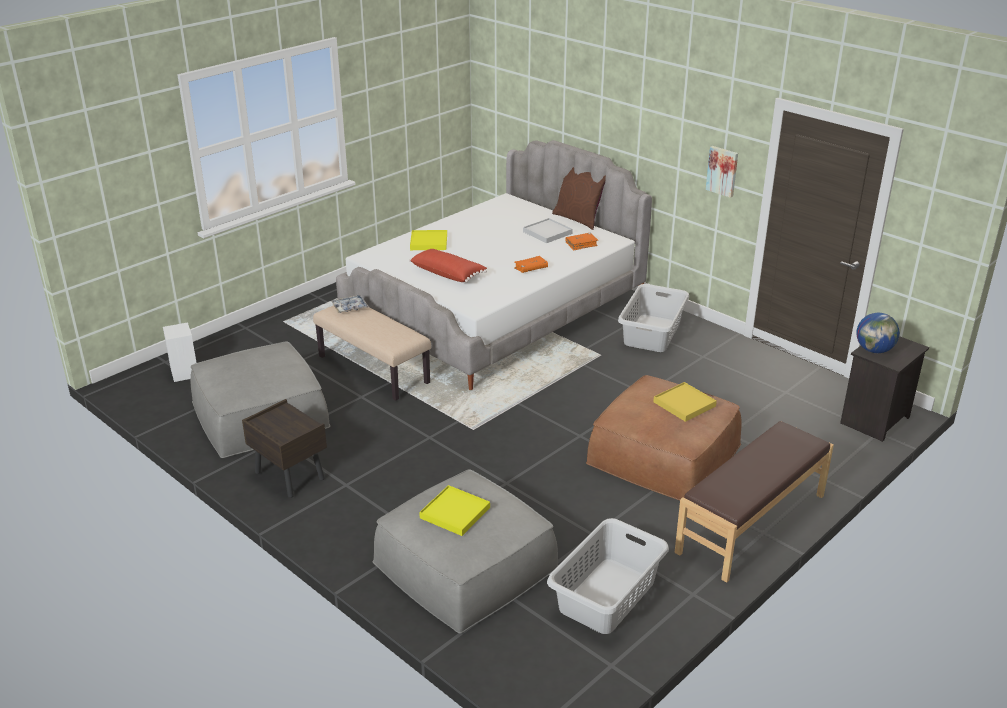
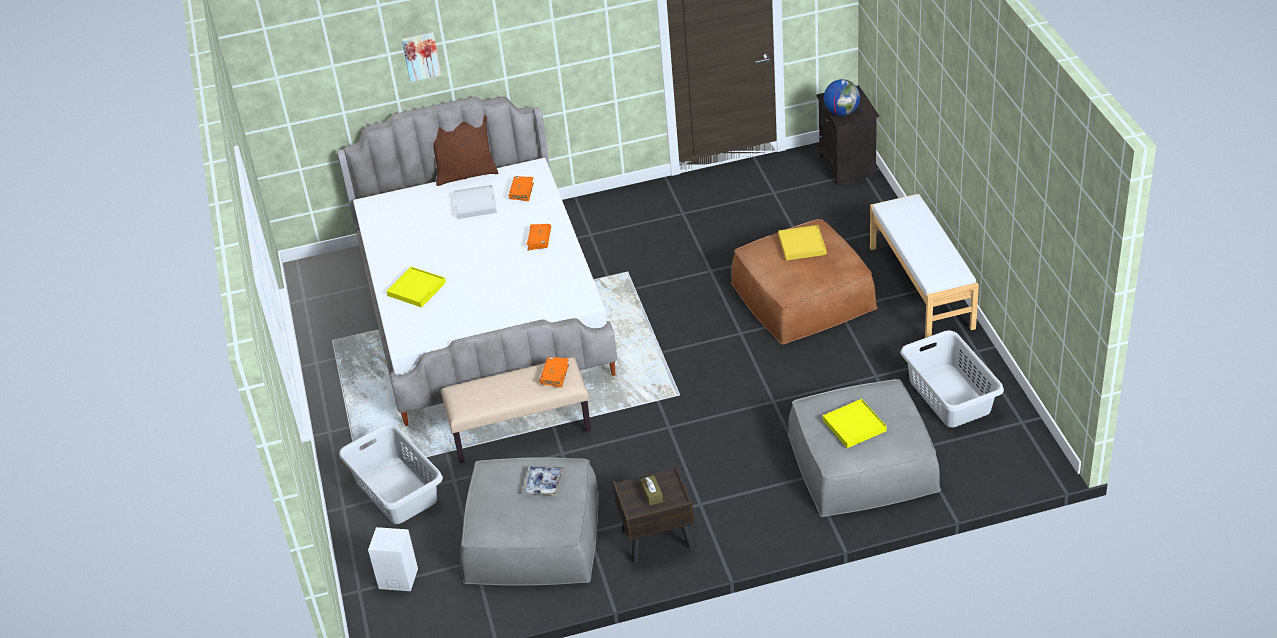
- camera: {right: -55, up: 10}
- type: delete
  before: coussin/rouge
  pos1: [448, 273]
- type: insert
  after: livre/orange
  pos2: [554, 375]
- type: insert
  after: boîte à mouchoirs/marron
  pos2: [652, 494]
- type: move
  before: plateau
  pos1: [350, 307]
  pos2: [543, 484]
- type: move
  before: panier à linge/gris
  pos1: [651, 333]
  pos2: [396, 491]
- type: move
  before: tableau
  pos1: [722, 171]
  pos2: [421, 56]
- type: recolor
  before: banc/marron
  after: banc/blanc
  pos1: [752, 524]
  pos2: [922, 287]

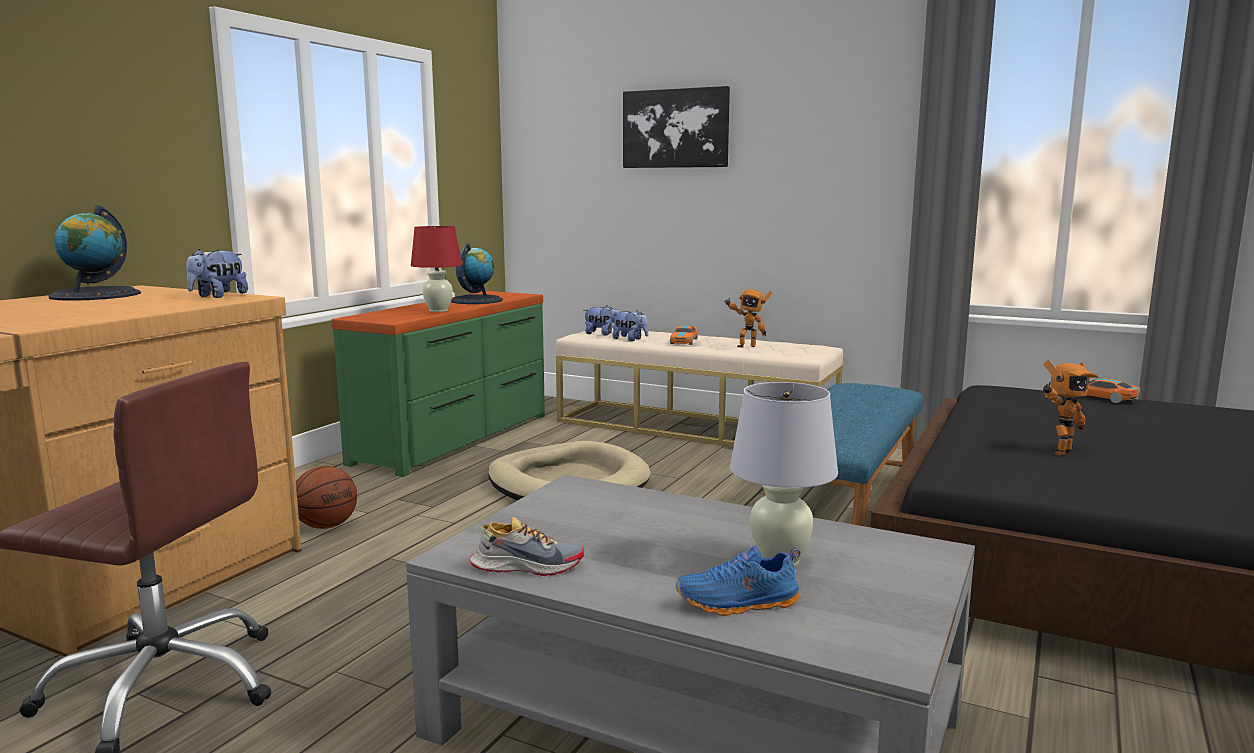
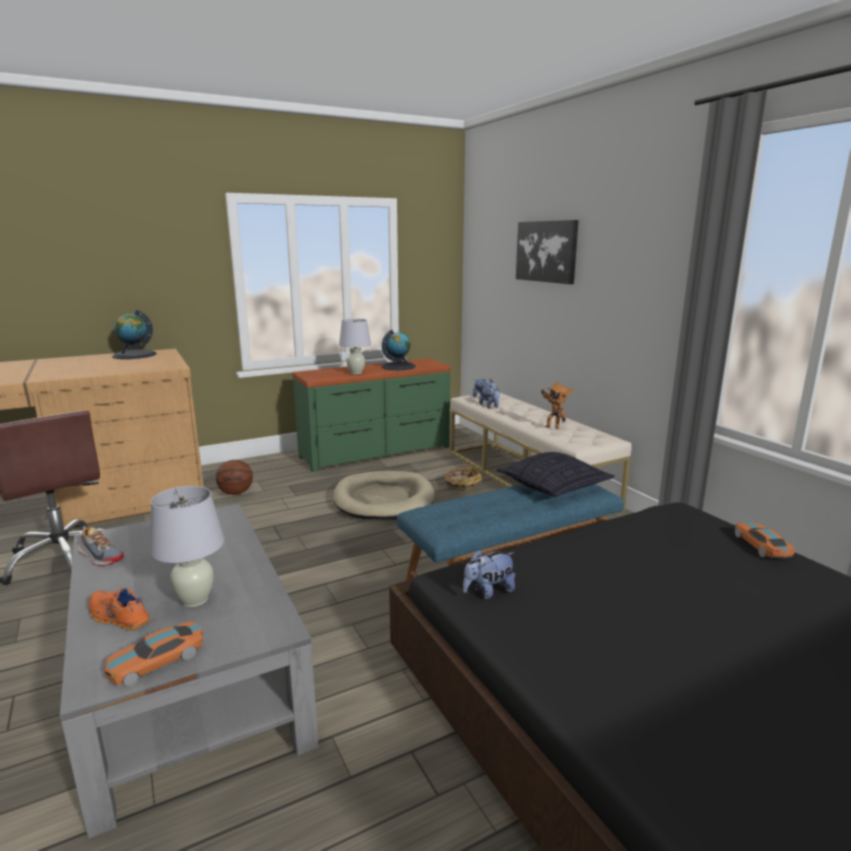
- camera: {right: 35, up: 5}
- type: delete
  before: robot jouet
  pos1: [1058, 451]
- type: insert
  after: panier
  pos2: [462, 485]
- type: insert
  after: coussin
  pos2: [553, 487]
- type: move
  before: peluche
  pos1: [218, 296]
  pos2: [488, 592]
- type: move
  before: petite voiture
  pos1: [684, 341]
  pos2: [156, 661]
- type: recolor
  before: lampe de table/rouge
  after: lampe de table/blanc
  pos1: [438, 310]
  pos2: [355, 373]
- type: recolor
  before: chaussure/bleu
  after: chaussure/orange
  pos1: [738, 604]
  pos2: [118, 618]

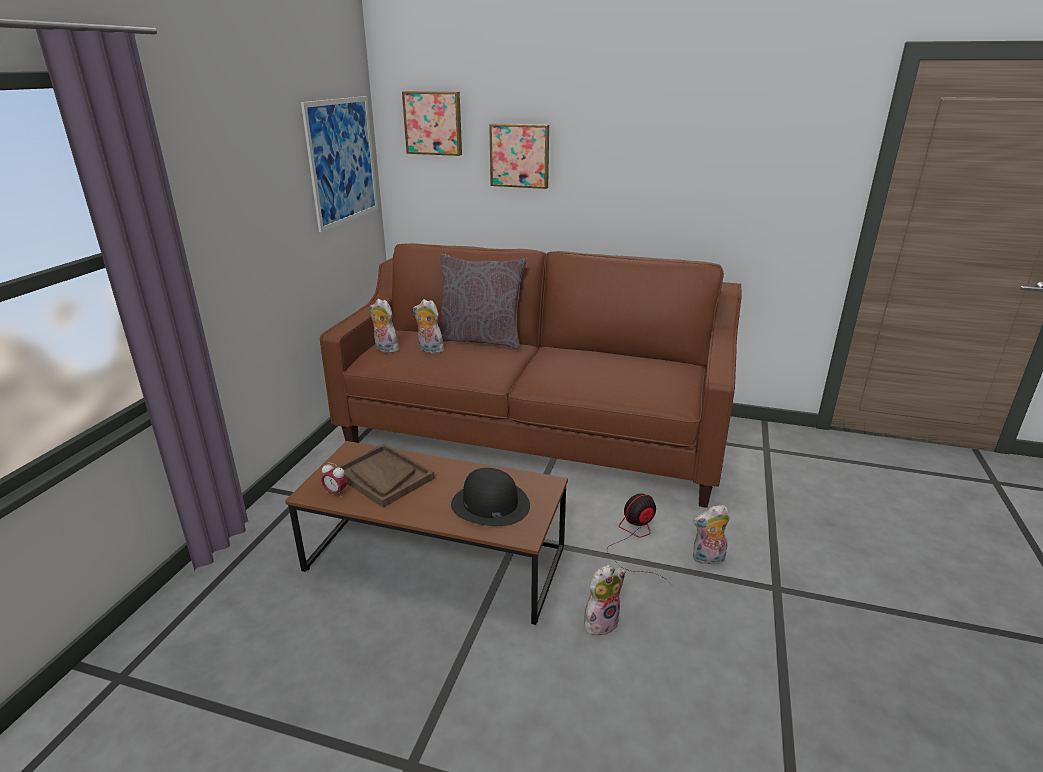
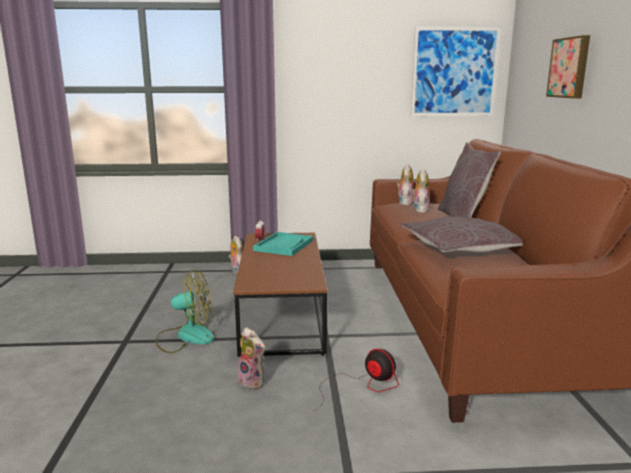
- camera: {right: 70, up: -10}
- type: delete
  before: tableau
  pos1: [433, 123]
- type: delete
  before: chapeau/noir
  pos1: [490, 504]
- type: insert
  after: ventilateur
  pos2: [186, 336]
- type: insert
  after: coussin/gris
  pos2: [461, 247]
- type: move
  before: peluche
  pos1: [708, 559]
  pos2: [237, 271]
- type: recolor
  before: plateau/marron
  after: plateau/turquoise
  pos1: [383, 476]
  pos2: [284, 245]

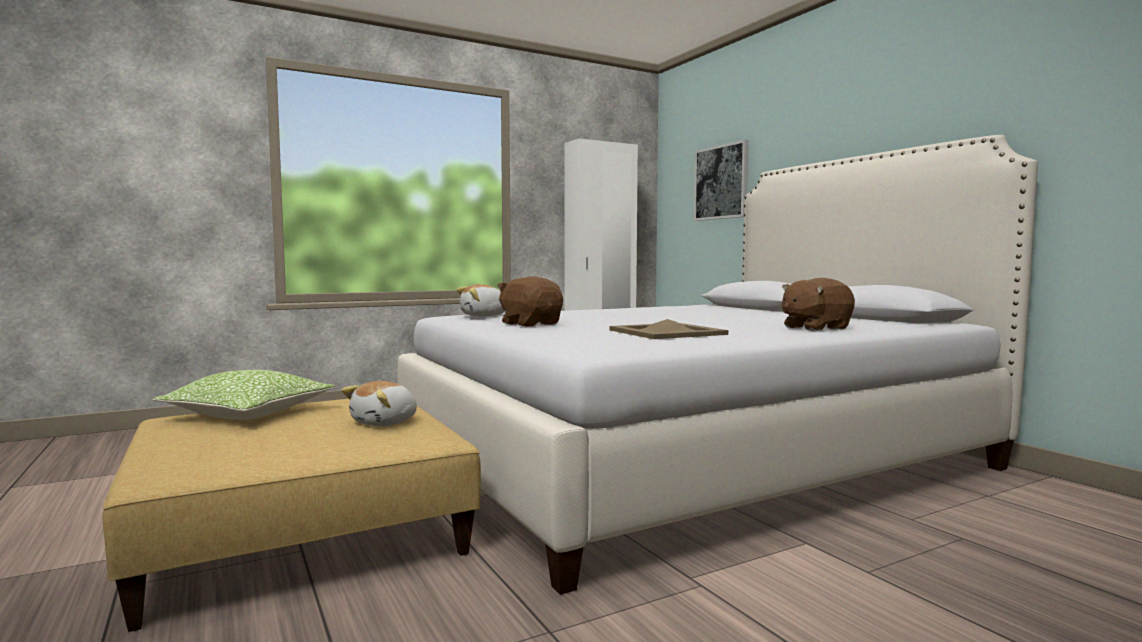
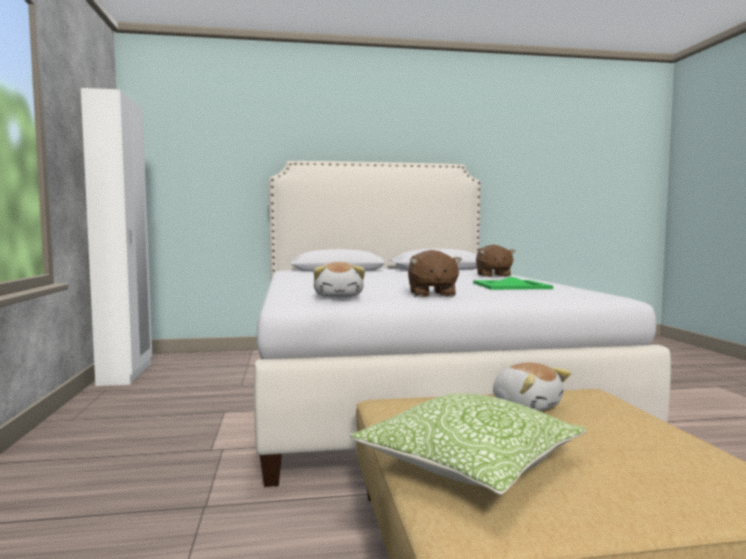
- camera: {right: -70, up: 0}
- type: delete
  before: tableau
  pos1: [721, 182]
- type: recolor
  before: plateau/beige
  after: plateau/vert
  pos1: [666, 332]
  pos2: [511, 286]
- type: rotate
  before: peluche/marron
  pos1: [531, 324]
  pos2: [431, 294]
  turn: -75

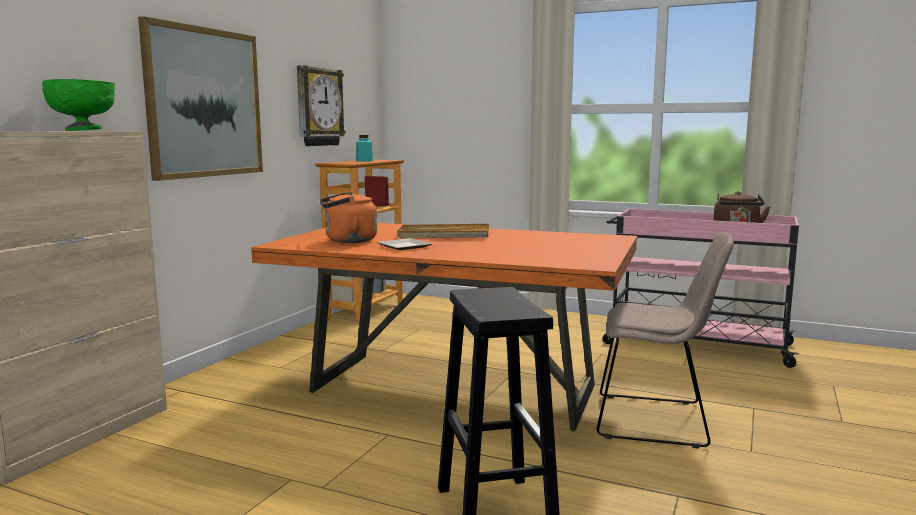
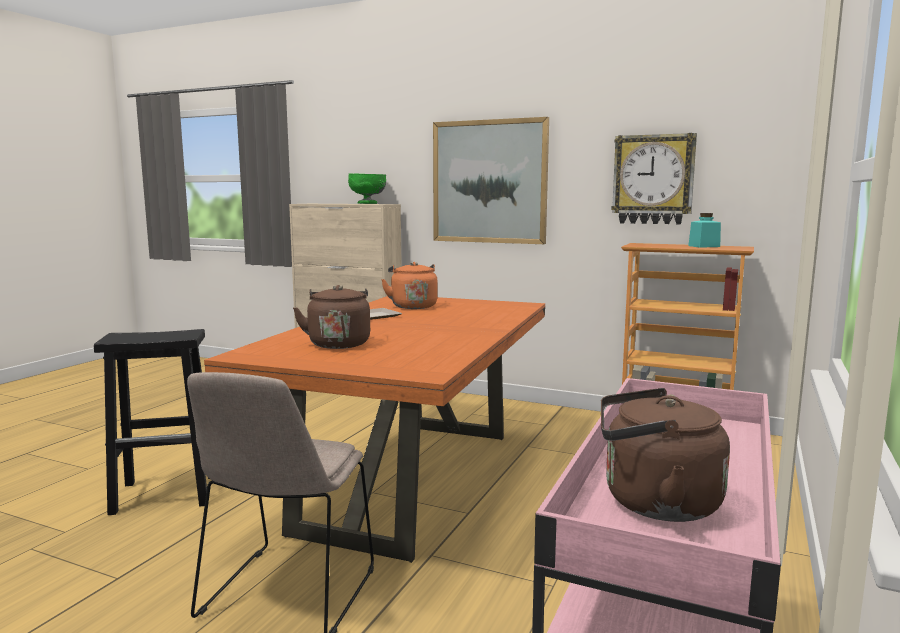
- camera: {right: 90, up: 0}
- type: delete
  before: plateau/beige
  pos1: [443, 235]
- type: insert
  after: bouilloire/marron
  pos2: [338, 343]

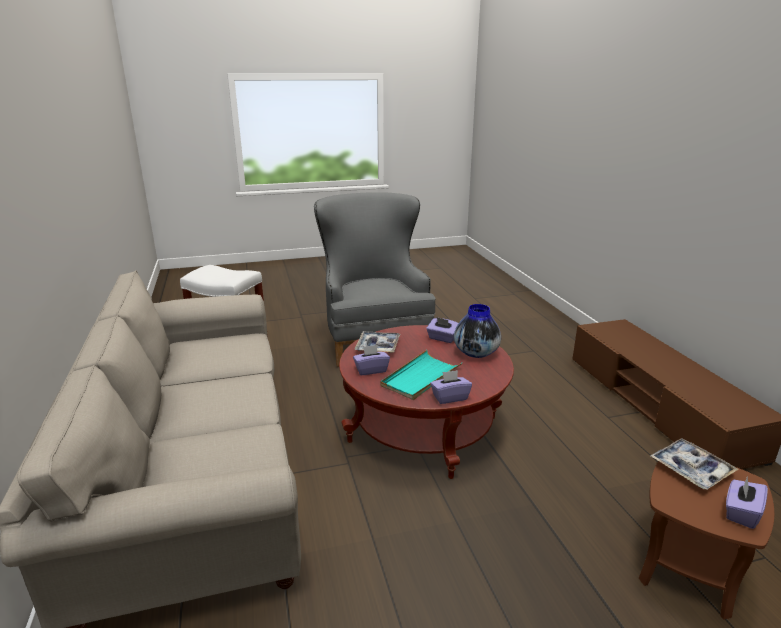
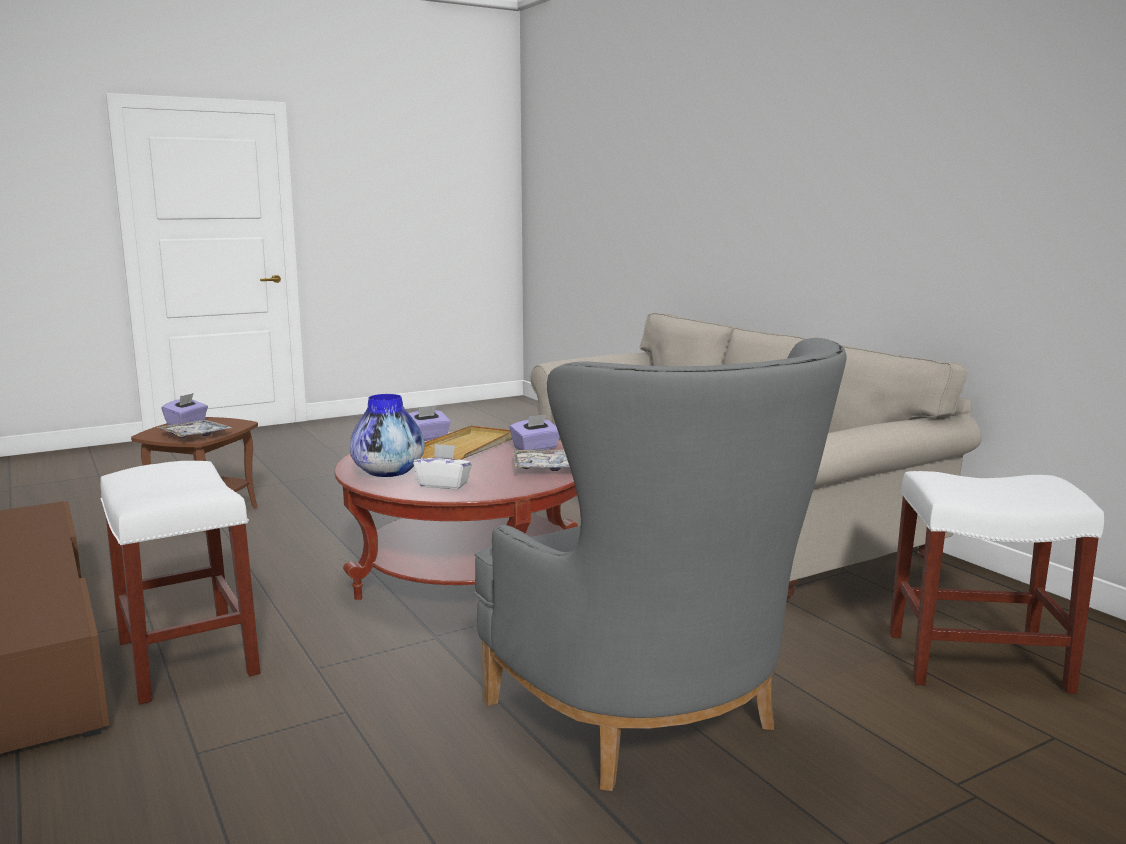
- camera: {right: 165, up: -10}
- type: insert
  after: tabouret/blanc
  pos2: [186, 656]
- type: recolor
  before: plateau/turquoise
  after: plateau/beige
  pos1: [420, 377]
  pos2: [466, 447]
- type: recolor
  before: boîte à mouchoirs/violet
  after: boîte à mouchoirs/blanc
  pos1: [442, 338]
  pos2: [444, 484]

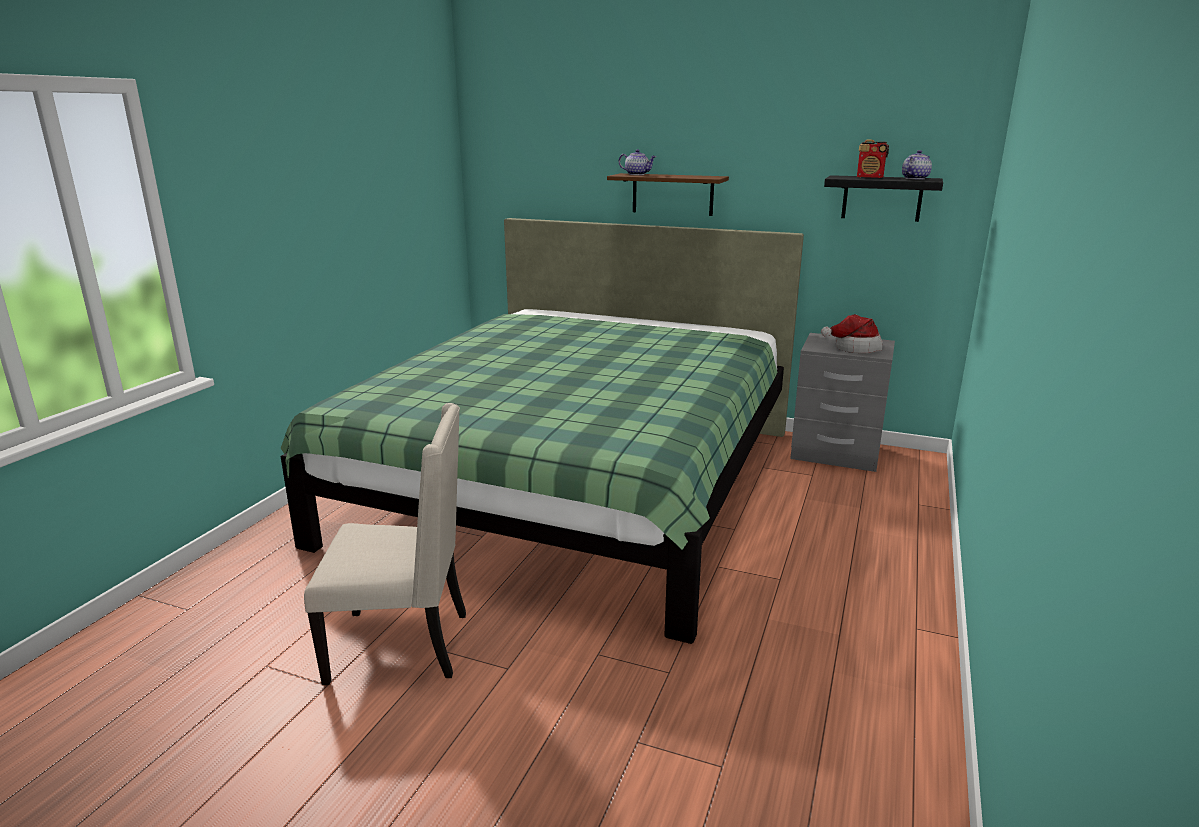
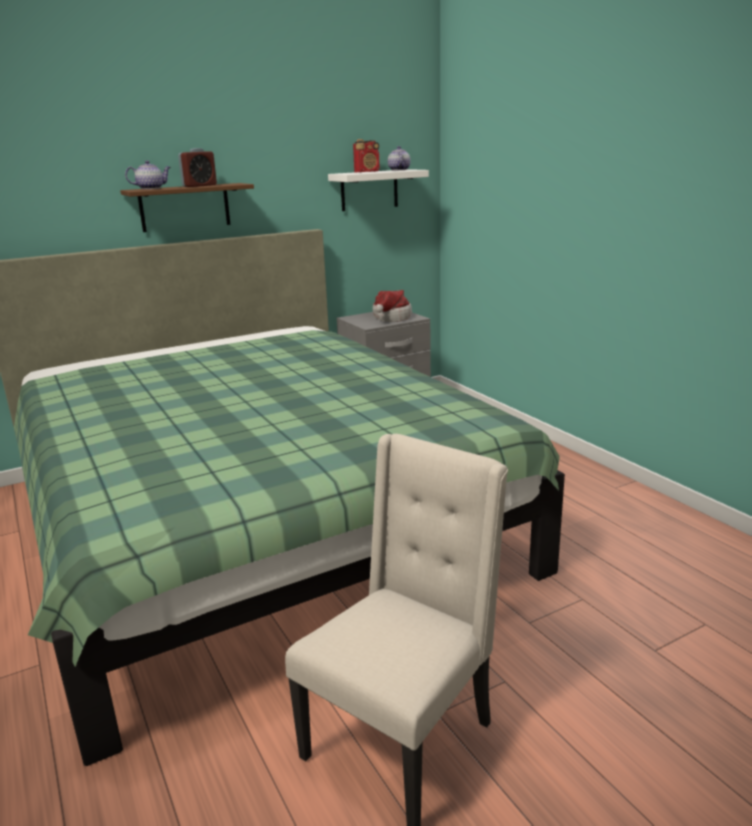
- camera: {right: -50, up: 0}
- type: insert
  after: réveil
  pos2: [199, 186]
- type: recolor
  before: étagère/noir
  after: étagère/blanc
  pos1: [882, 198]
  pos2: [369, 190]

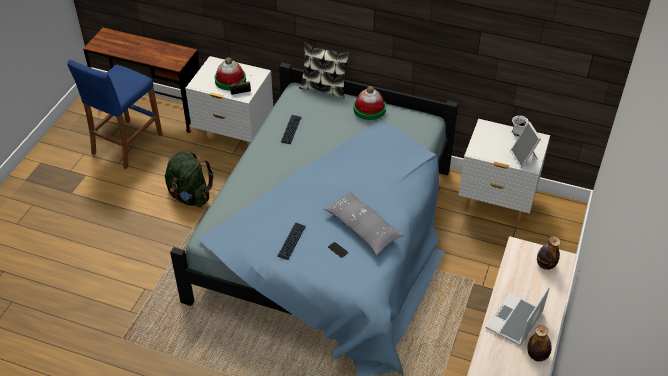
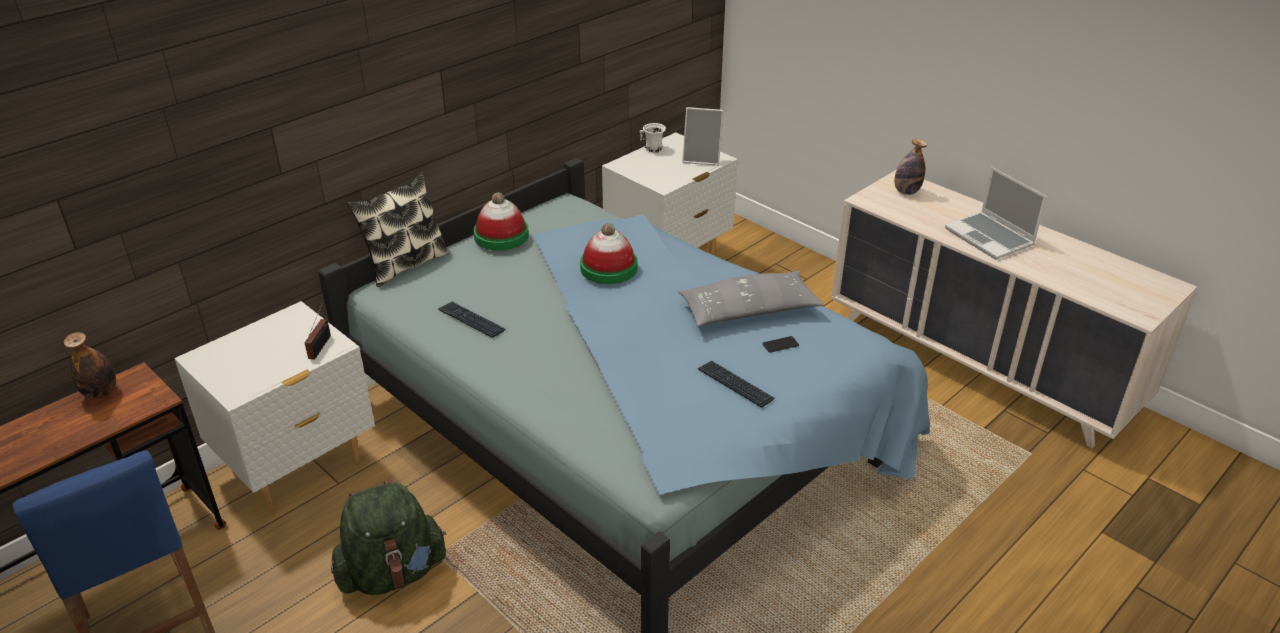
- camera: {right: -65, up: -10}
- type: move
  before: chapeau
  pos1: [230, 80]
  pos2: [608, 268]
- type: move
  before: bouteille
  pos1: [537, 355]
  pos2: [100, 393]

